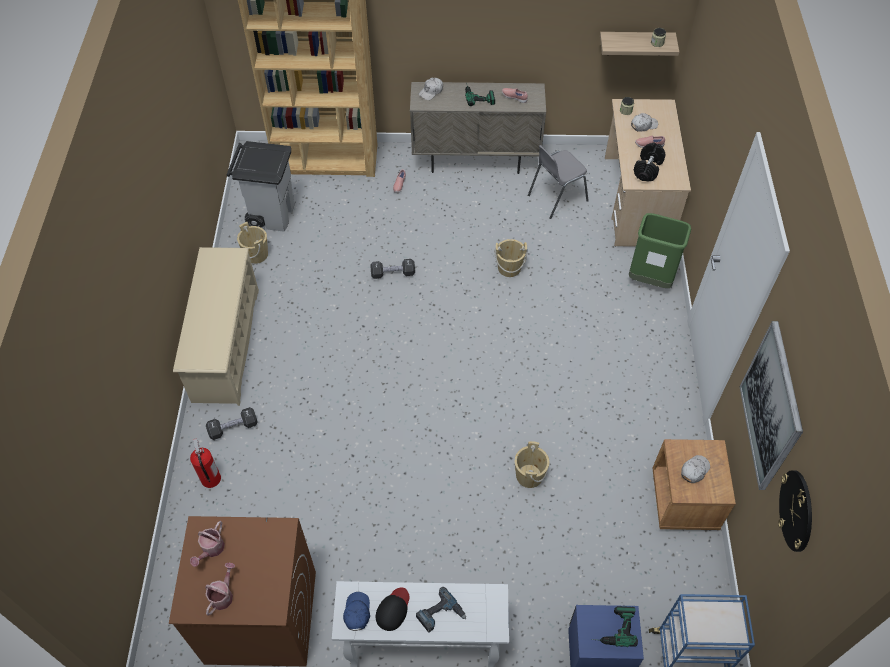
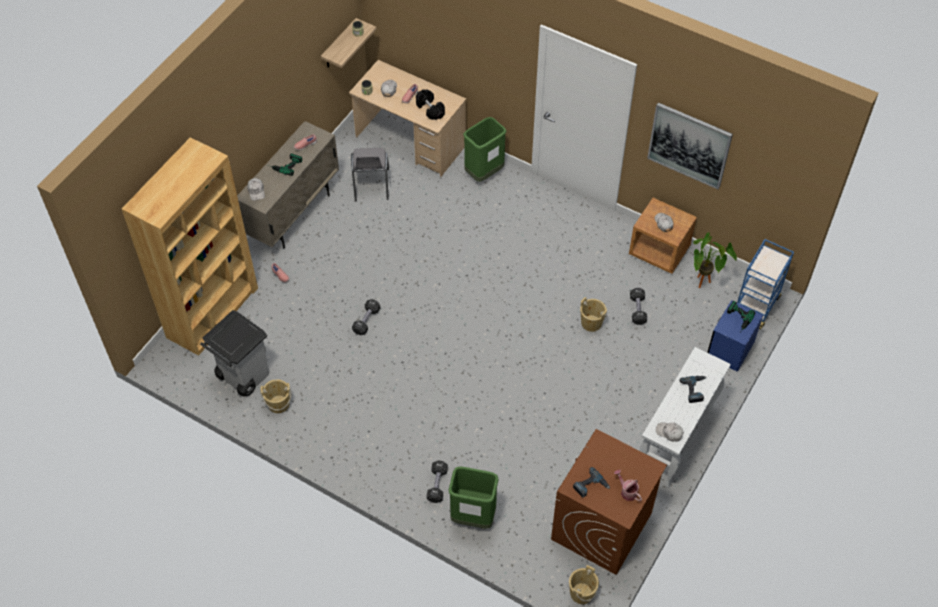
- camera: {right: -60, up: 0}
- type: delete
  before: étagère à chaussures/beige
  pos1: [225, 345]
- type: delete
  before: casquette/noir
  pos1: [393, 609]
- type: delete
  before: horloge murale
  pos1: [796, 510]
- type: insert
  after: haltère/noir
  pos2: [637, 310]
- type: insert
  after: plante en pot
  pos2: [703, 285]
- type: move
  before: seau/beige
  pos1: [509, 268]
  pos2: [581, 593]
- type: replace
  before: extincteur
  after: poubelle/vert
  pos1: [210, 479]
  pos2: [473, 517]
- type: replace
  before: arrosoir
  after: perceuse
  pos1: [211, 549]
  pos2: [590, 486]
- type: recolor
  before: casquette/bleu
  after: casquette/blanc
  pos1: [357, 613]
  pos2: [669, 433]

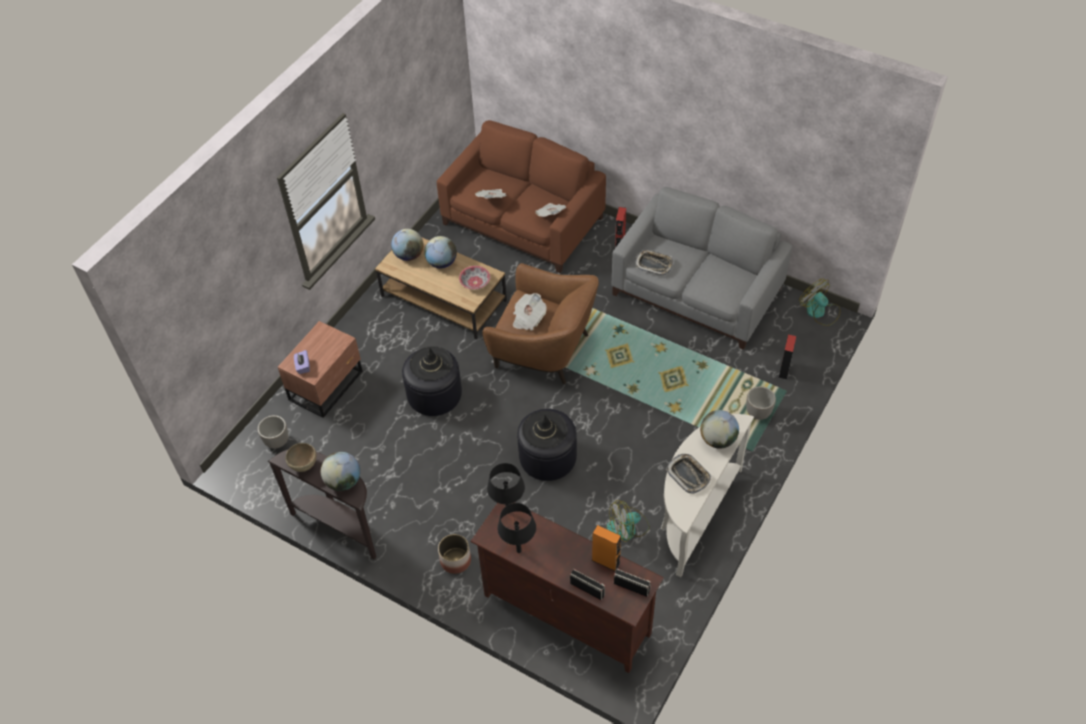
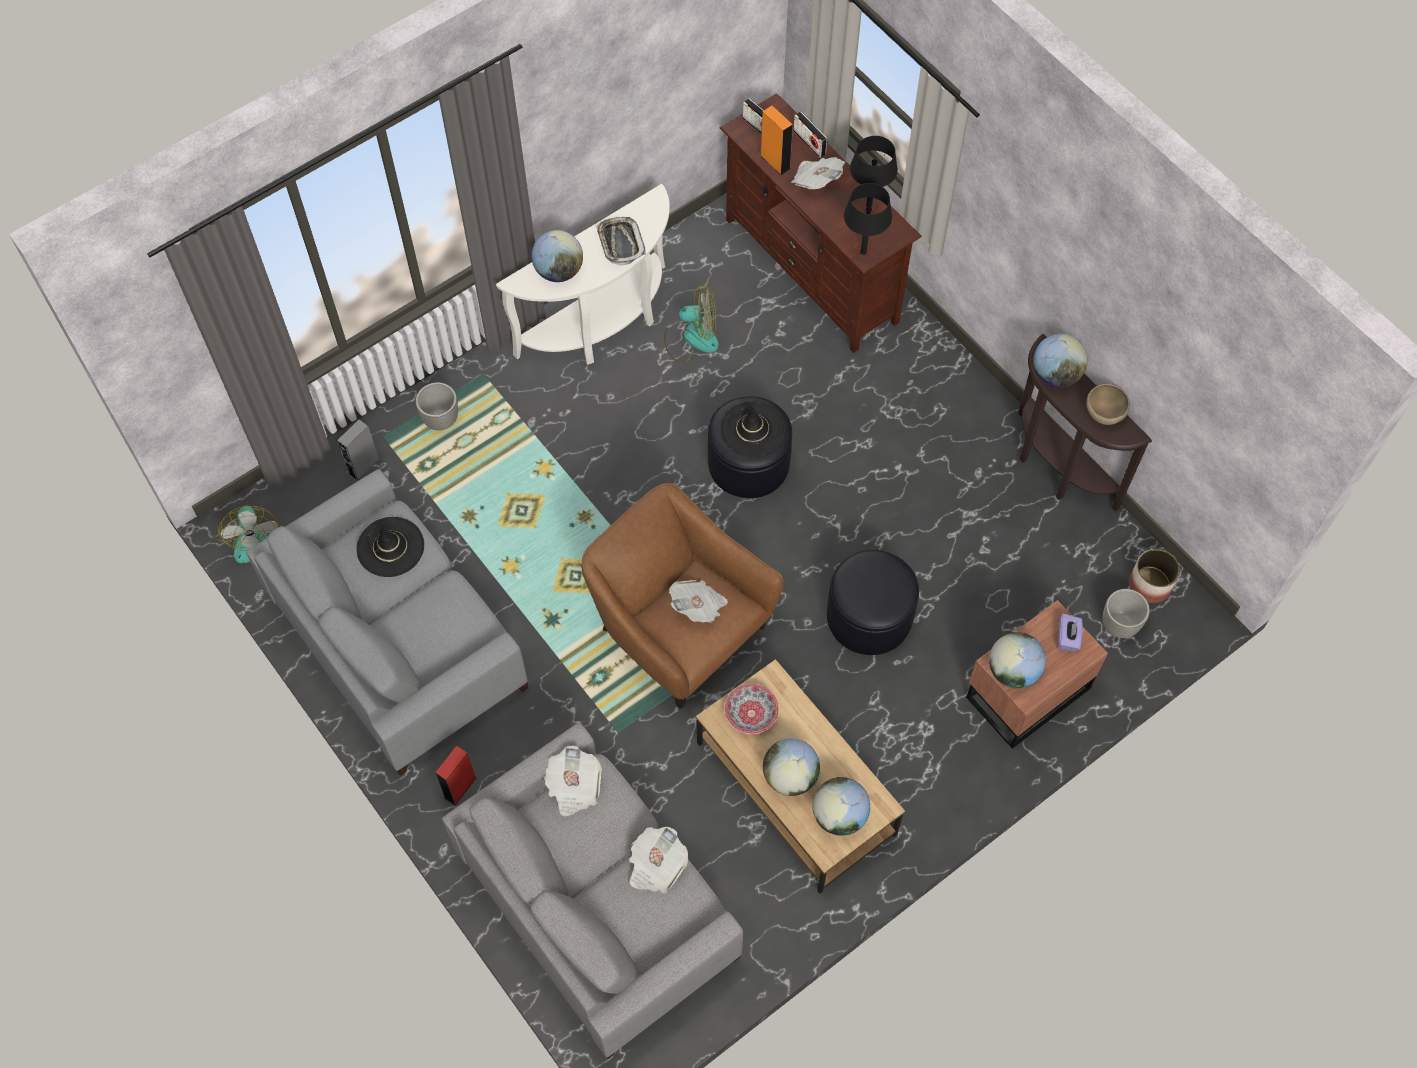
- camera: {right: -160, up: 10}
- type: delete
  before: plateau
  pos1: [654, 264]
- type: insert
  after: journal
  pos2: [816, 181]
- type: insert
  after: globe
  pos2: [1013, 671]
- type: move
  before: chapeau/noir
  pos1: [431, 364]
  pos2: [390, 547]
- type: move
  before: cache-pot
  pos1: [456, 560]
  pos2: [1149, 584]
- type: recolor
  before: canapé/marron
  after: canapé/gris
  pos1: [522, 221]
  pos2: [598, 904]
- type: recolor
  before: enceinte/rouge
  after: enceinte/gris
  pos1: [784, 370]
  pos2: [364, 466]

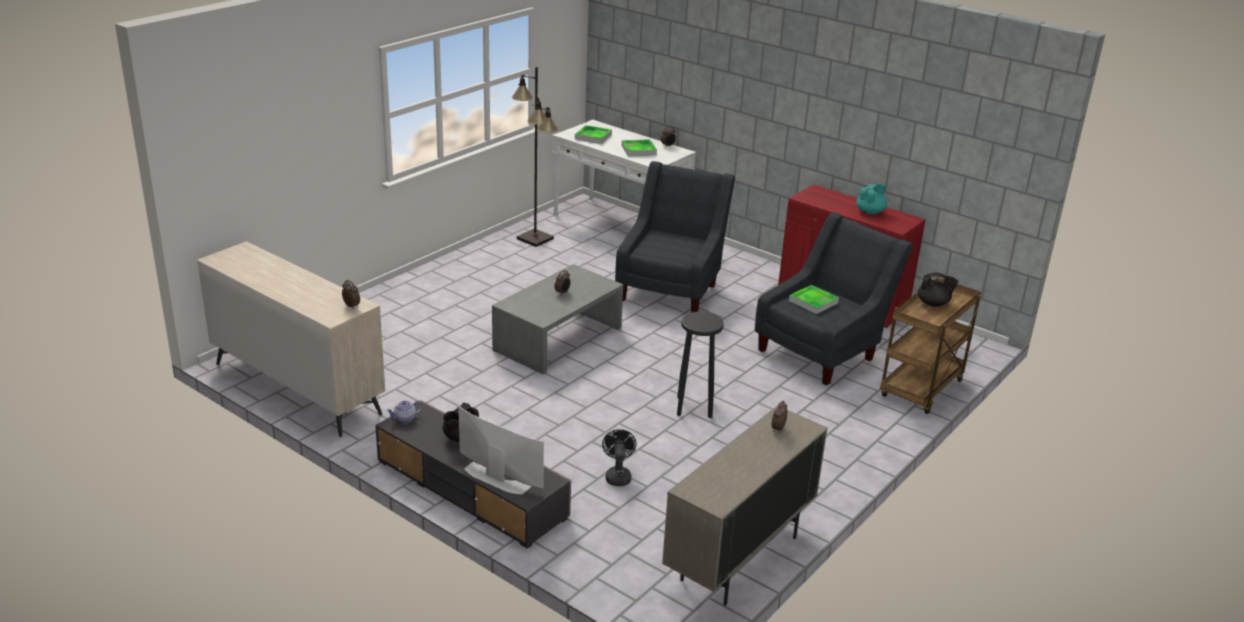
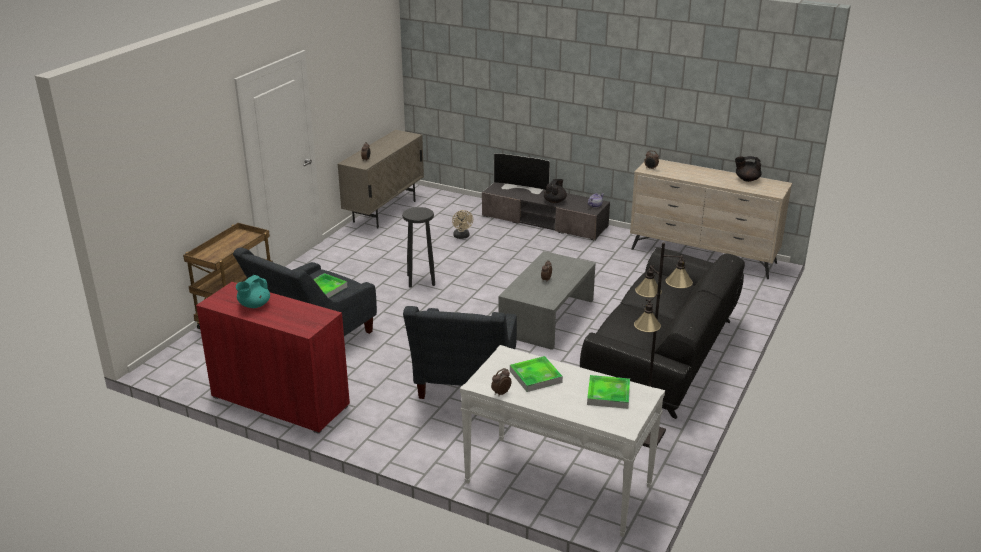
- camera: {right: 170, up: 0}
- type: insert
  after: canapé/noir
  pos2: [662, 356]
- type: move
  before: théière/noir
  pos1: [933, 304]
  pos2: [746, 179]
- type: recolor
  before: ventilateur/noir
  after: ventilateur/beige
  pos1: [618, 476]
  pos2: [462, 236]

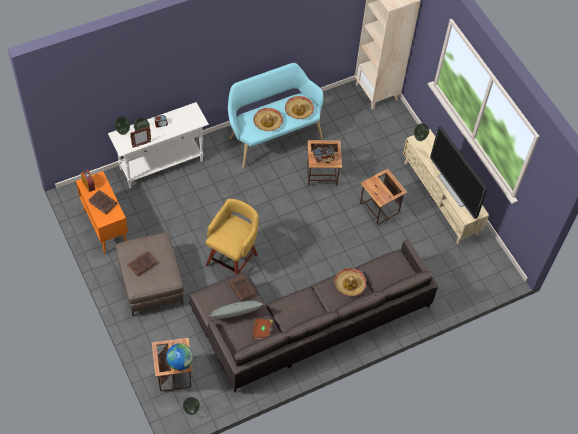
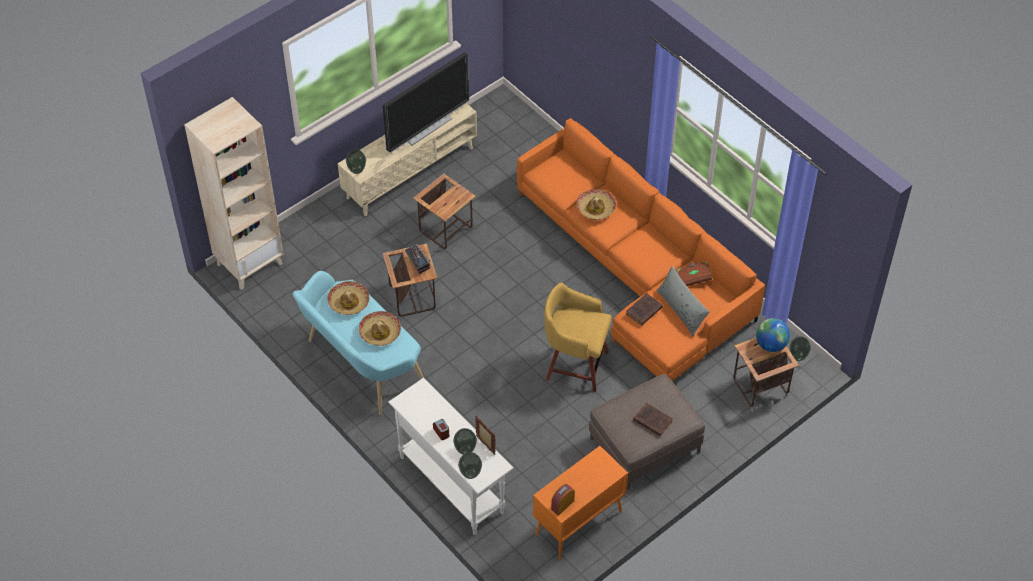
- camera: {right: -100, up: -5}
- type: delete
  before: livre/marron
  pos1: [103, 203]
- type: recolor
  before: canapé/gris
  after: canapé/orange
  pos1: [305, 322]
  pos2: [637, 272]

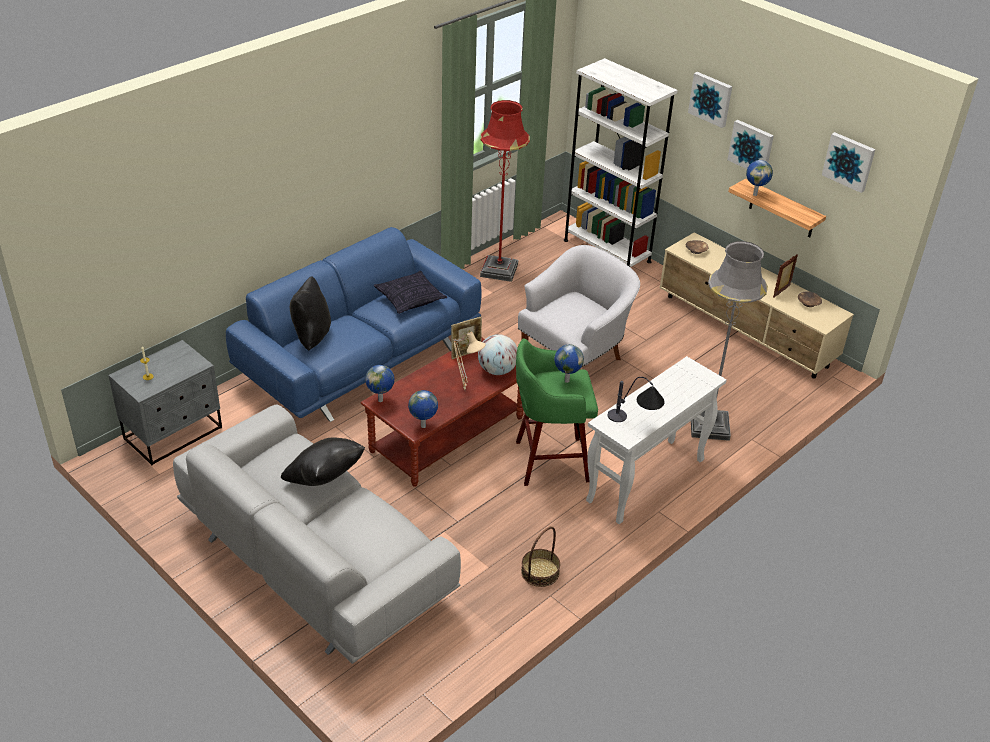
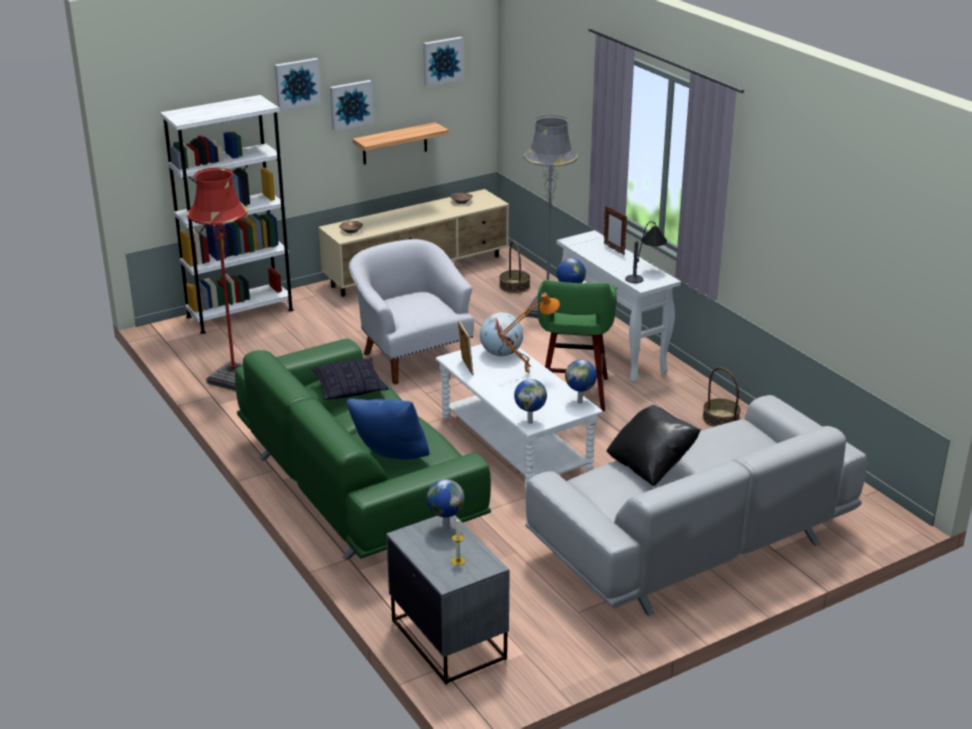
- camera: {right: -75, up: -10}
- type: insert
  after: panier
  pos2: [514, 286]
- type: move
  before: globe
  pos1: [755, 194]
  pos2: [445, 528]
- type: move
  before: cadre photo
  pos1: [781, 292]
  pos2: [614, 249]
- type: recolor
  before: canapé/bleu
  after: canapé/vert
  pos1: [360, 358]
  pos2: [357, 486]
- type: recolor
  before: coussin/noir
  after: coussin/bleu
  pos1: [311, 337]
  pos2: [390, 460]
- type: recolor
  before: table basse/marron
  after: table basse/blanc
  pos1: [447, 434]
  pos2: [515, 444]
- type: recolor
  before: lampe de table/beige
  after: lampe de table/orange
  pos1: [466, 389]
  pos2: [527, 373]

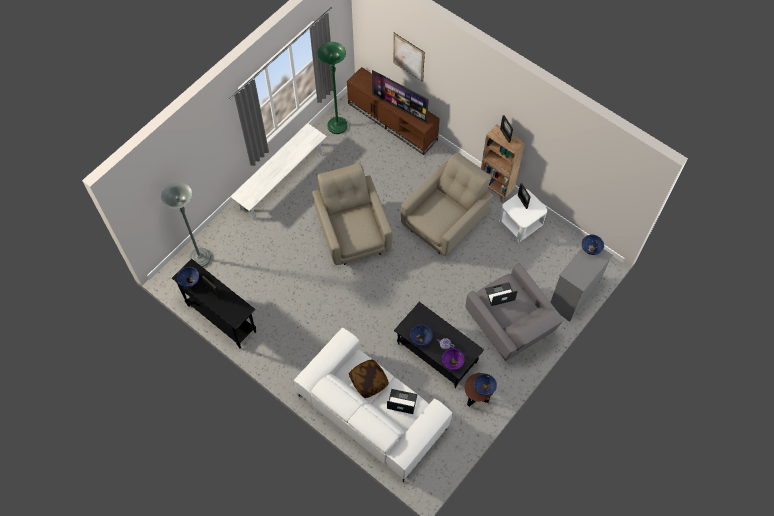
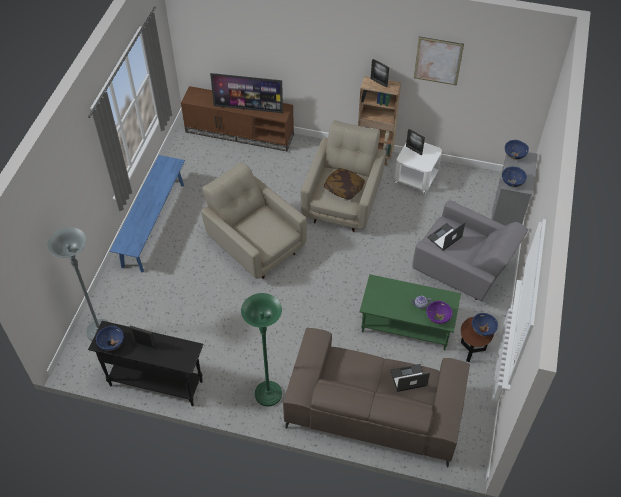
- camera: {right: -25, up: -10}
- type: move
  before: lampadaire/vert
  pos1: [337, 126]
  pos2: [268, 394]
- type: move
  before: coussin
  pos1: [368, 380]
  pos2: [344, 188]
- type: move
  before: tableau
  pos1: [408, 57]
  pos2: [438, 61]
- type: move
  before: bol/bleu
  pos1: [421, 339]
  pos2: [512, 183]
- type: recolor
  before: banc/blanc
  after: banc/bleu
  pos1: [282, 181]
  pos2: [153, 224]
- type: recolor
  before: canapé/blanc
  after: canapé/marron
  pos1: [372, 412]
  pos2: [374, 410]
- type: recolor
  before: table basse/noir
  after: table basse/vert
  pos1: [436, 353]
  pos2: [406, 325]

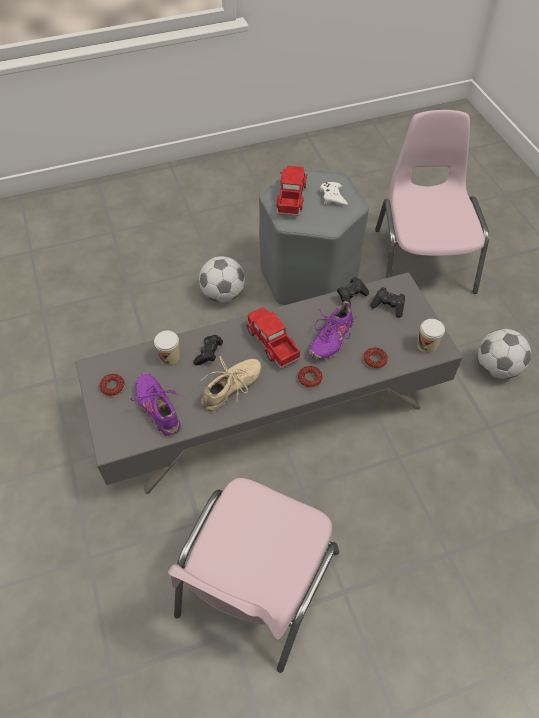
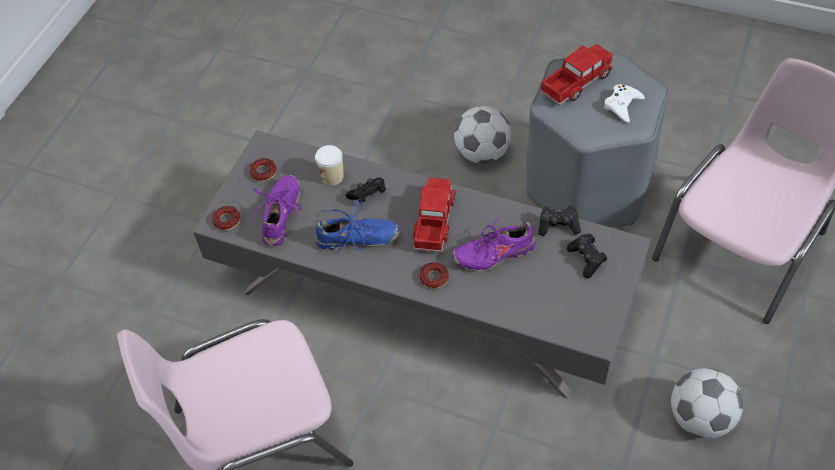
- camera: {right: 45, up: 0}
- type: delete
  before: tasse
  pos1: [426, 346]
- type: move
  before: beignet
  pos1: [375, 360]
  pos2: [227, 220]
- type: recolor
  before: chaussure/beige
  after: chaussure/bleu
  pos1: [232, 388]
  pos2: [357, 239]

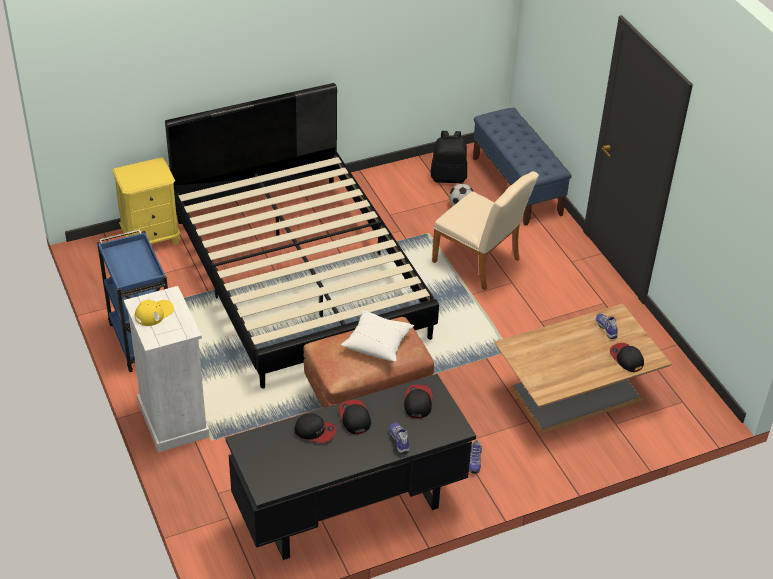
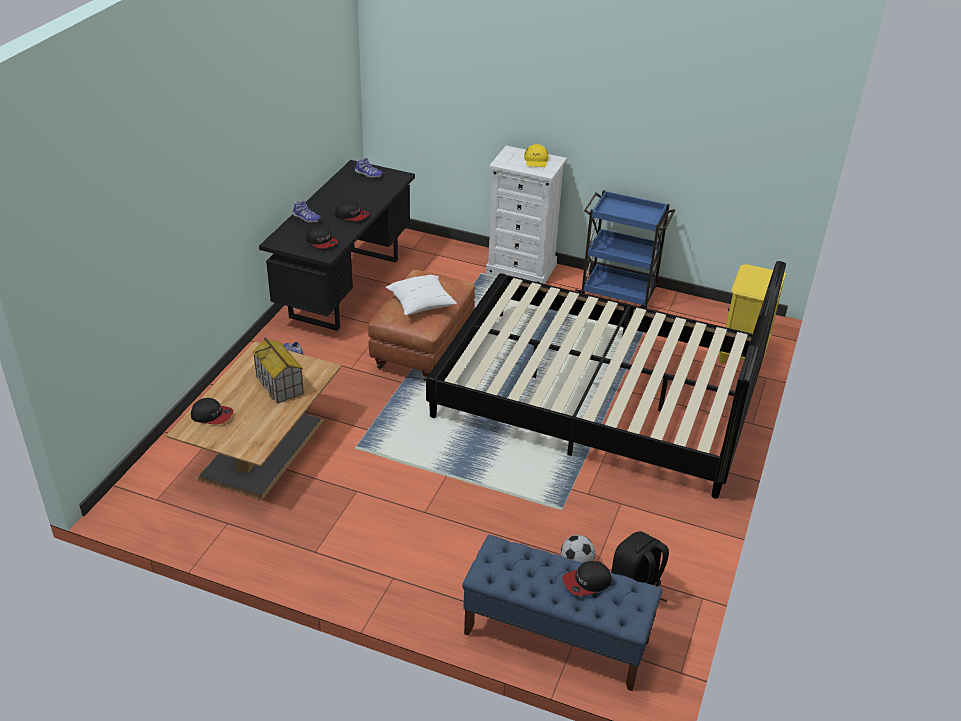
- camera: {right: 135, up: -5}
- type: delete
  before: chaise/beige
  pos1: [480, 263]
- type: insert
  after: maison miniature
  pos2: [280, 385]
- type: move
  before: casquette
  pos1: [315, 431]
  pos2: [587, 582]
- type: move
  before: chaussure
  pos1: [607, 328]
  pos2: [368, 175]

